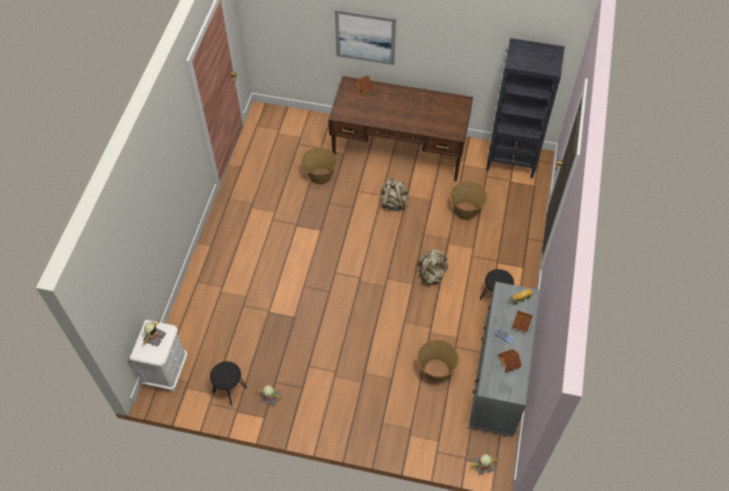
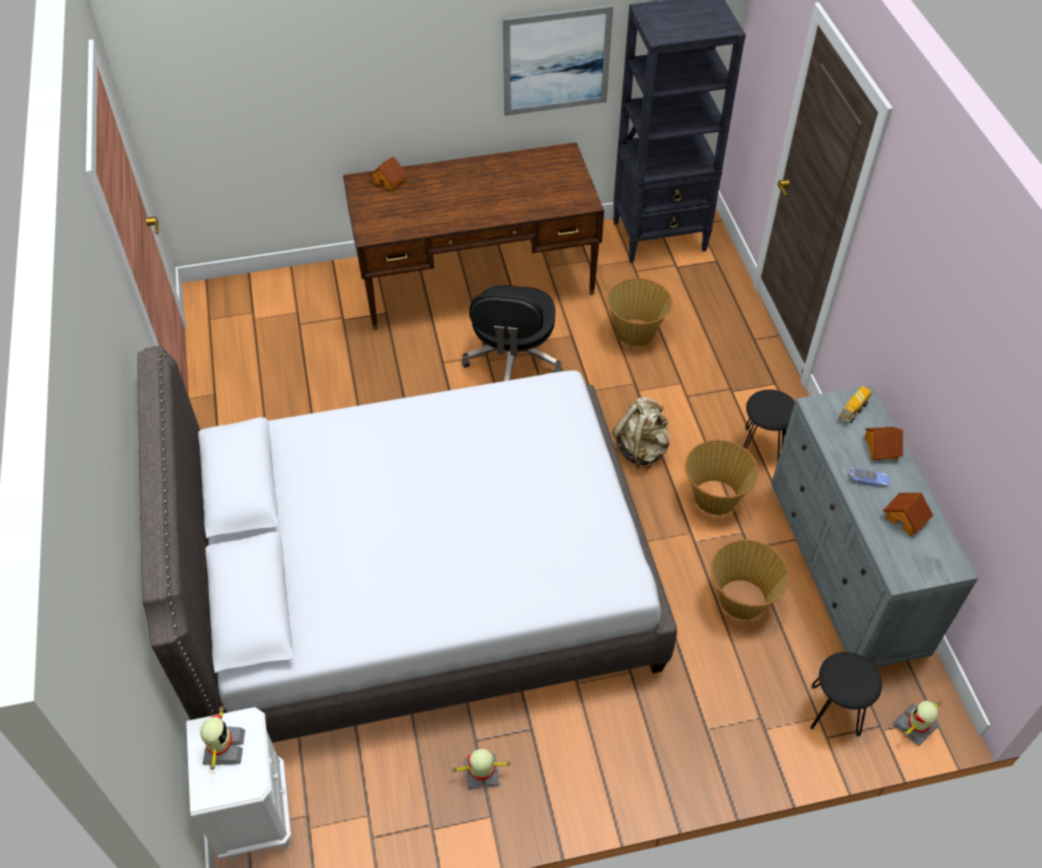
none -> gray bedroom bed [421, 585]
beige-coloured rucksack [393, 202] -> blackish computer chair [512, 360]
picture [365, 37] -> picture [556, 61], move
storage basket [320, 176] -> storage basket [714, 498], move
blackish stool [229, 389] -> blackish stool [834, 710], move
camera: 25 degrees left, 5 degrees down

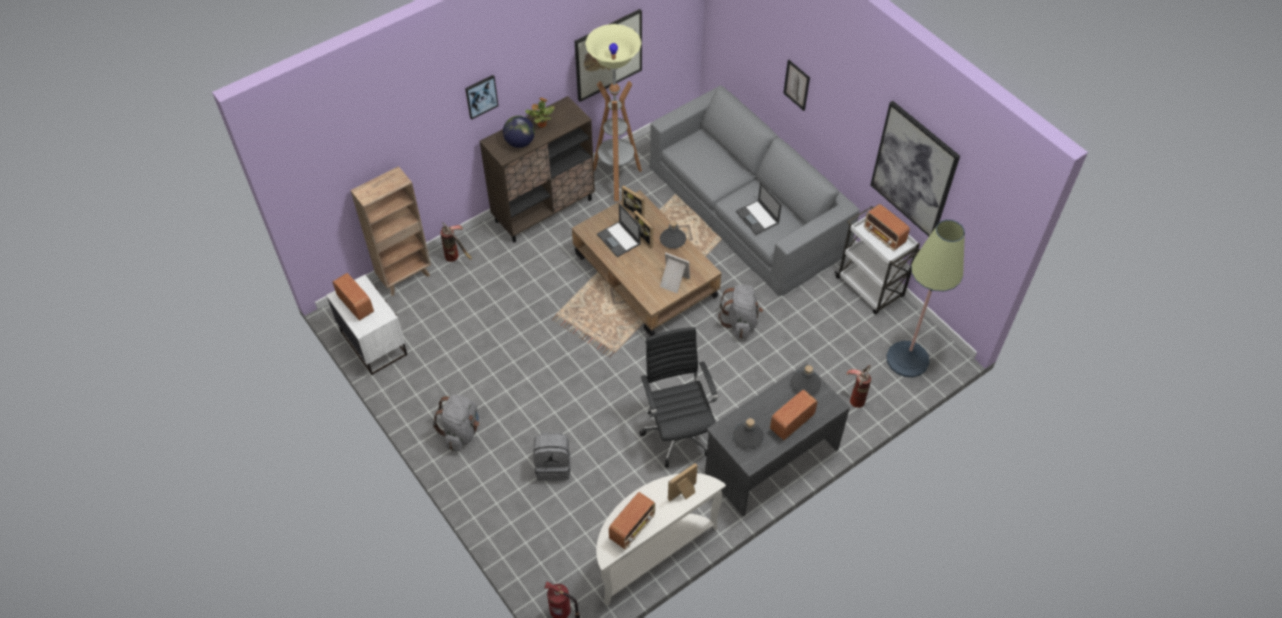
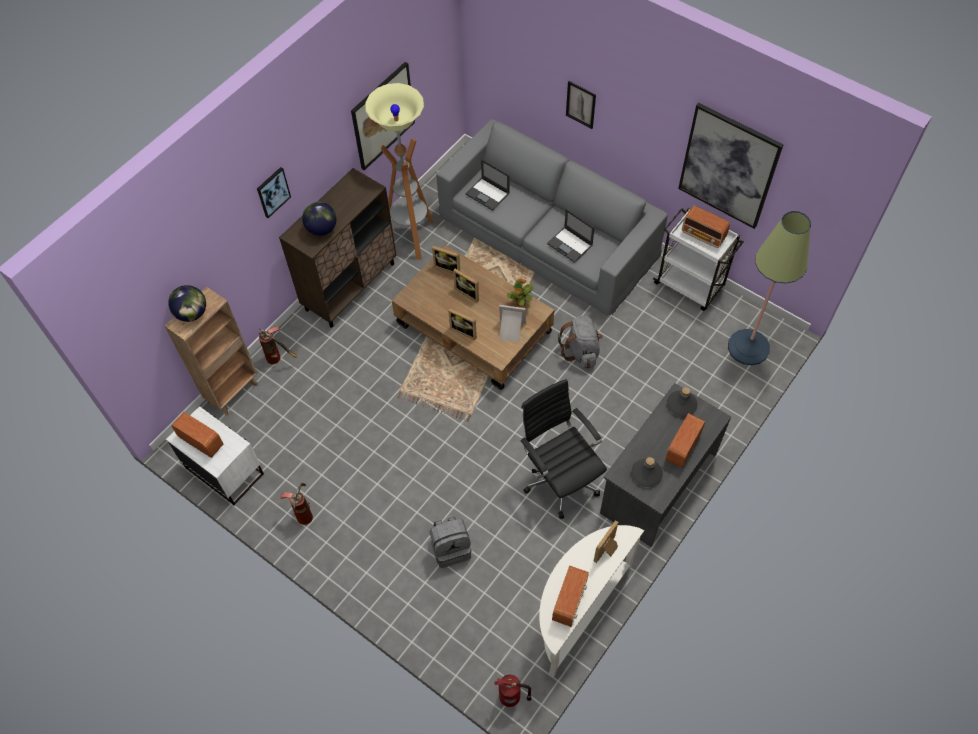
none -> world globe [192, 313]
extinguisher [856, 396] -> extinguisher [303, 511], move
none -> photo frame [465, 330]
portable computer [619, 239] -> portable computer [488, 194], move
plant in a pot [541, 124] -> plant in a pot [520, 303], move
gray rucksack [461, 431] -> none
gray beverage bottle [672, 240] -> none
camera: 15 degrees left, 5 degrees up

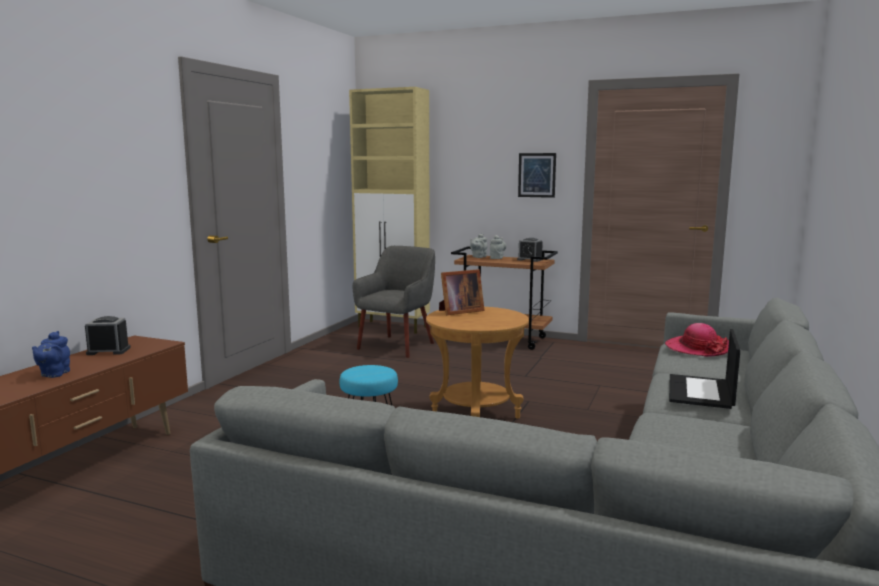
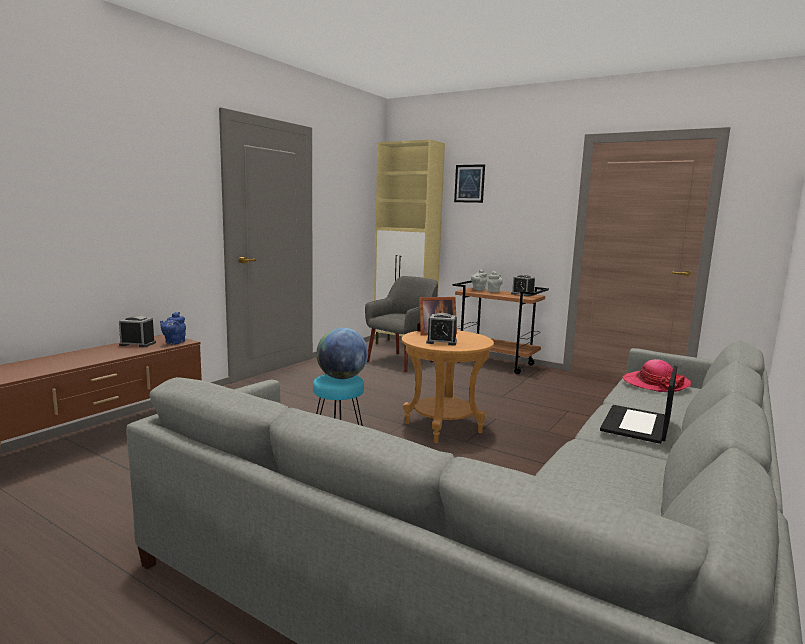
blue-coloured pot for tea [53, 374] -> blue-coloured pot for tea [174, 342], move
none -> world globe [342, 378]
none -> alarm clock [441, 342]
picture [537, 175] -> picture [469, 183], move
camera: 10 degrees right, 0 degrees up

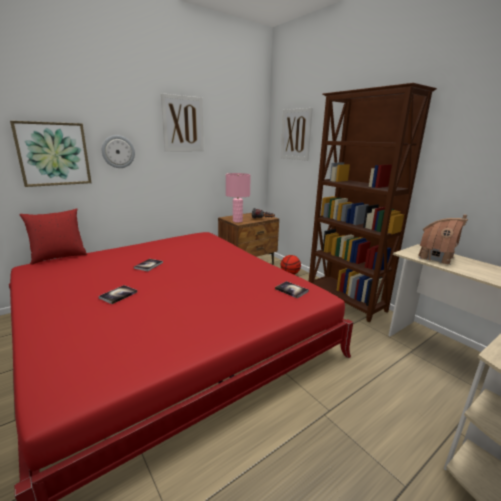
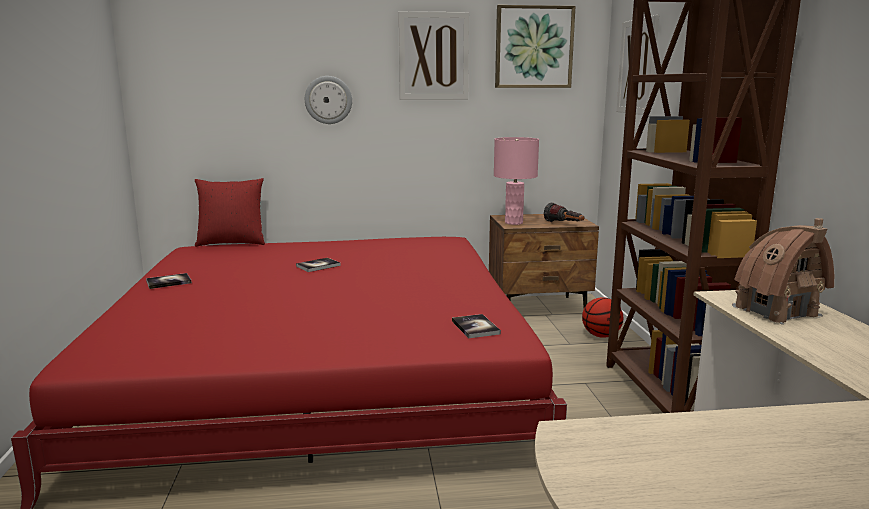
bound book [118, 295] -> bound book [168, 282], move
picture [53, 154] -> picture [533, 47], move
camera: 30 degrees right, 5 degrees down

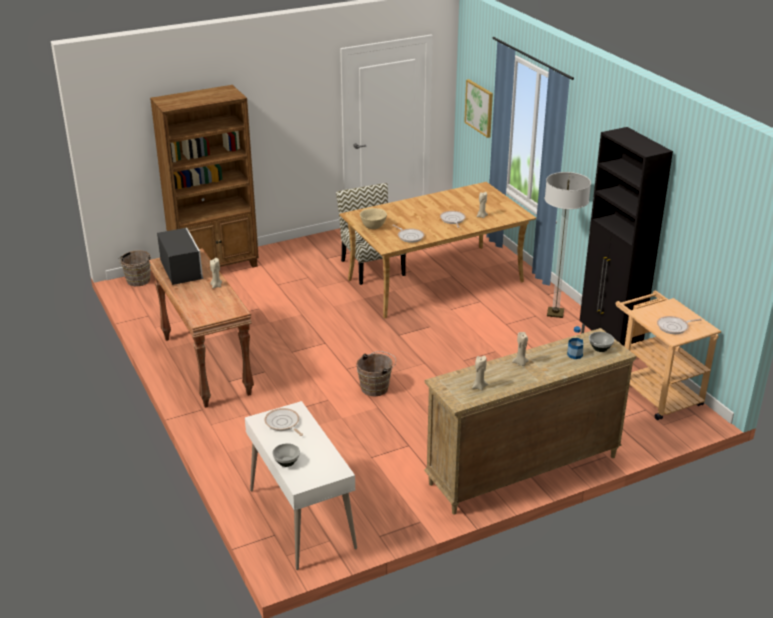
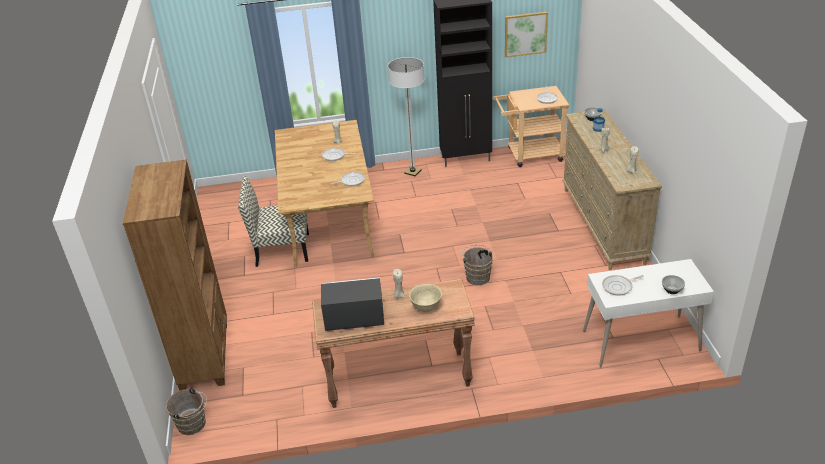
beige-coloured serving bowl [373, 227] -> beige-coloured serving bowl [426, 307], move
picture [479, 108] -> picture [525, 34], move
camera: 70 degrees left, 5 degrees up

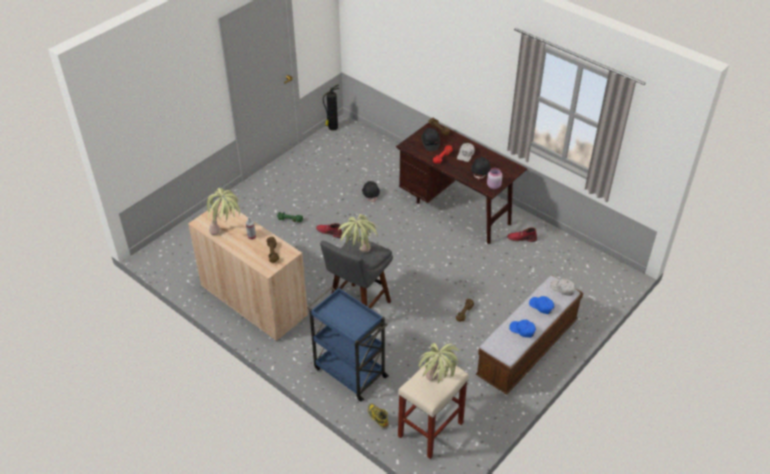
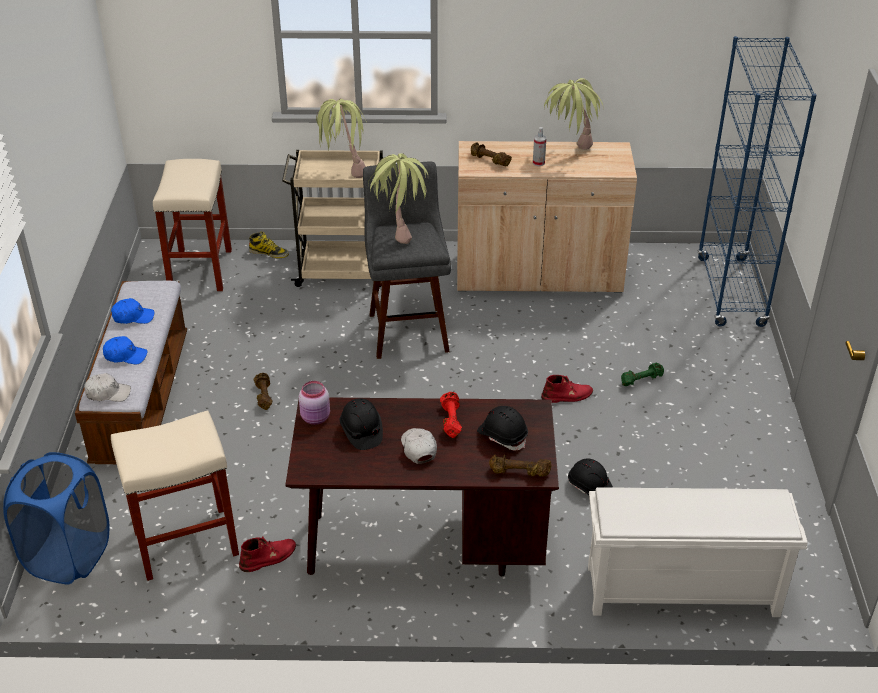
none -> blue-coloured washing basket [69, 556]
none -> beige-coloured stool [184, 544]
blue-coloured trolley [349, 372] -> beige-coloured trolley [343, 271]
plant in a pot [437, 388] -> plant in a pot [343, 171], move
none -> whitish shoe rack [680, 592]
none -> blue-coloured bookshelf [730, 292]
extinguisher [332, 128] -> none
camera: 140 degrees right, 5 degrees down

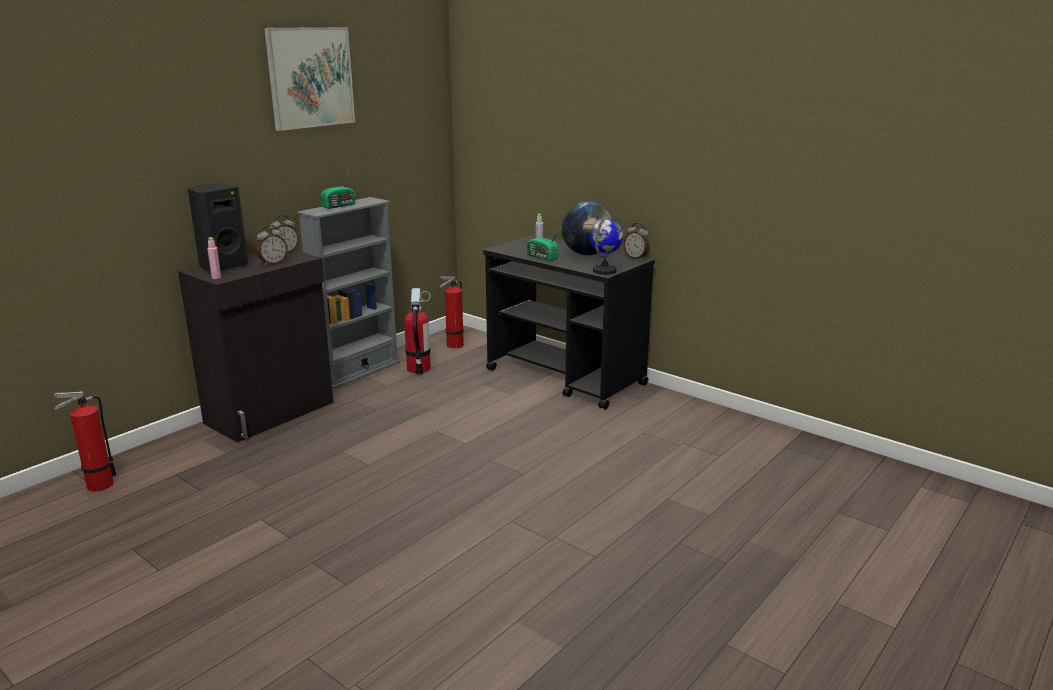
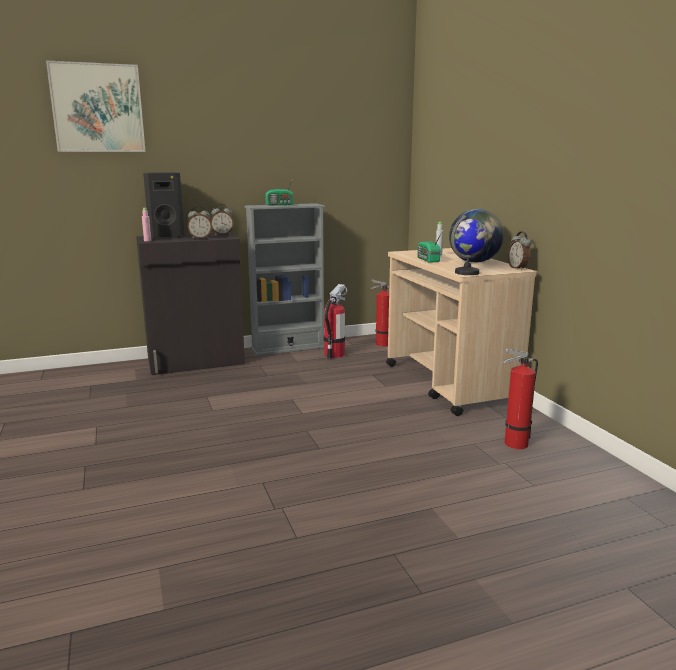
picture [310, 77] -> picture [97, 108], move
blackish trolley [566, 377] -> beige-coloured trolley [450, 384]
extinguisher [96, 486] -> extinguisher [513, 444], move
camera: 30 degrees right, 5 degrees down

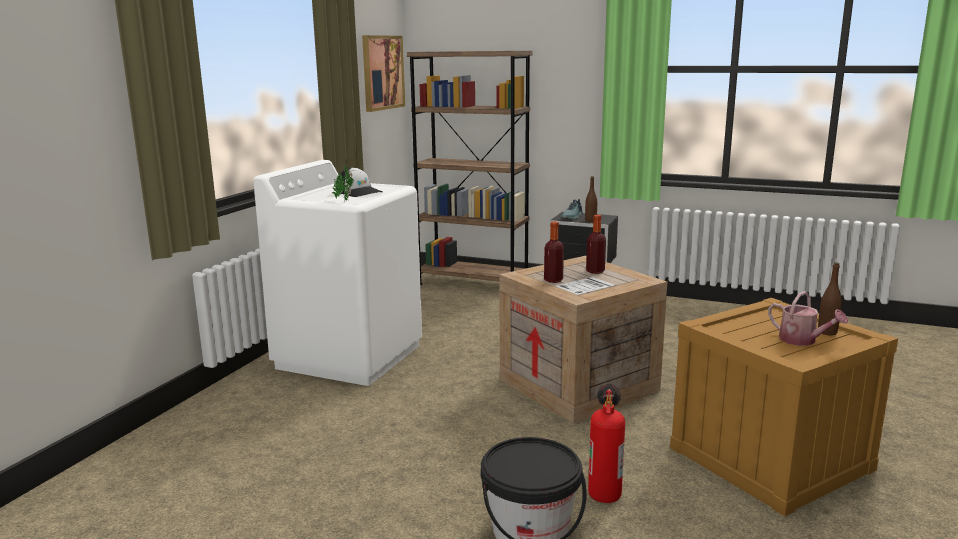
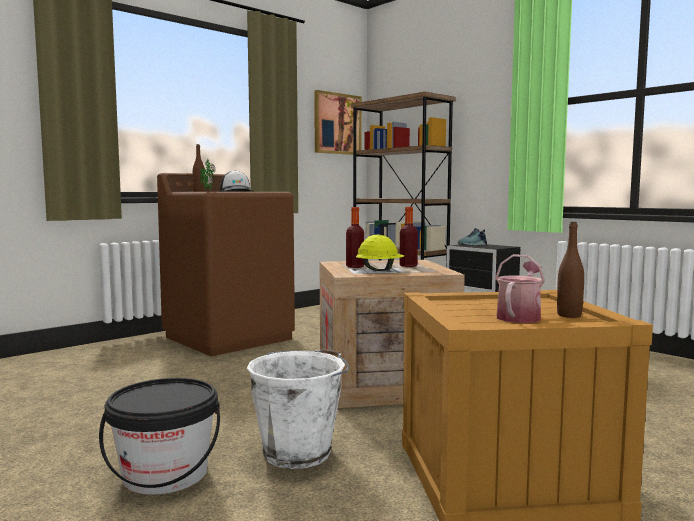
whitish washing machine [350, 356] -> brown-coloured washing machine [229, 338]
brown-coloured beverage bottle [590, 220] -> brown-coloured beverage bottle [199, 191], move
extinguisher [605, 477] -> whitish pail [299, 452]
none -> yellowish work helmet [379, 270]
watering can [802, 340] -> watering can [520, 316], 135 degrees counterclockwise
camera: 25 degrees right, 10 degrees down

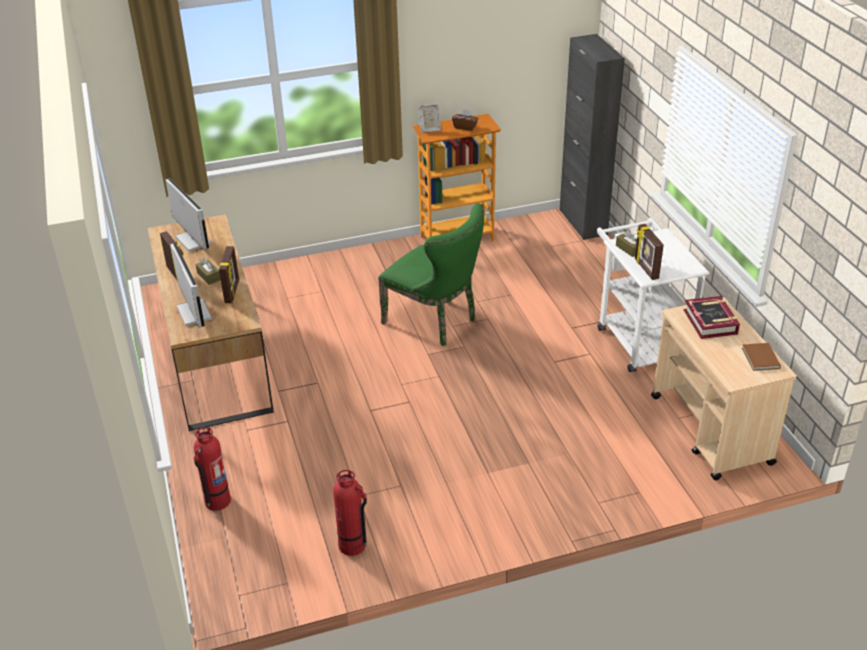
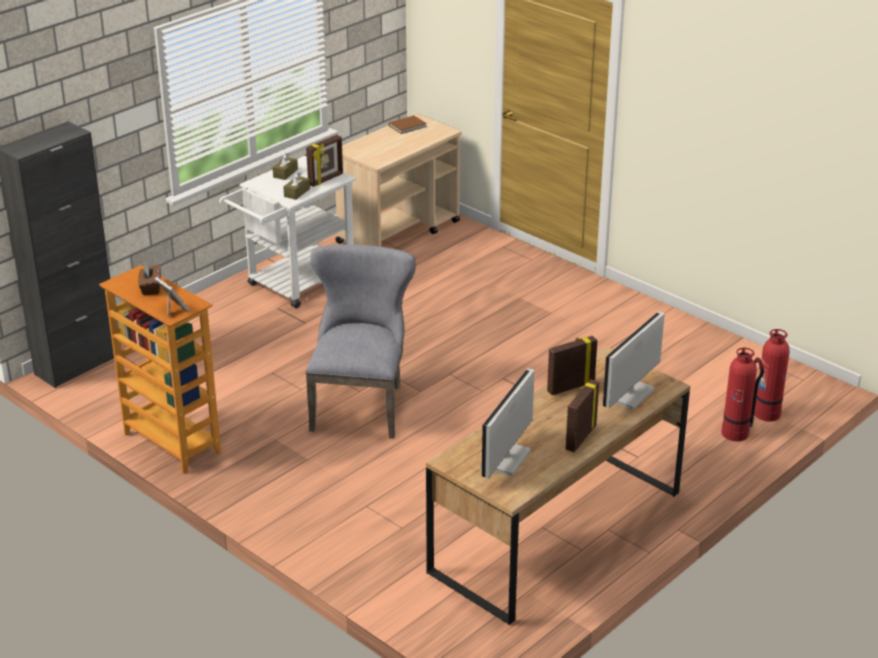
brown-coloured box of tissues [209, 276] -> brown-coloured box of tissues [285, 173], move
green upright chair [435, 321] -> gray upright chair [361, 404]
extinguisher [352, 545] -> extinguisher [767, 413], move
bound book [710, 322] -> none
camera: 120 degrees left, 5 degrees down

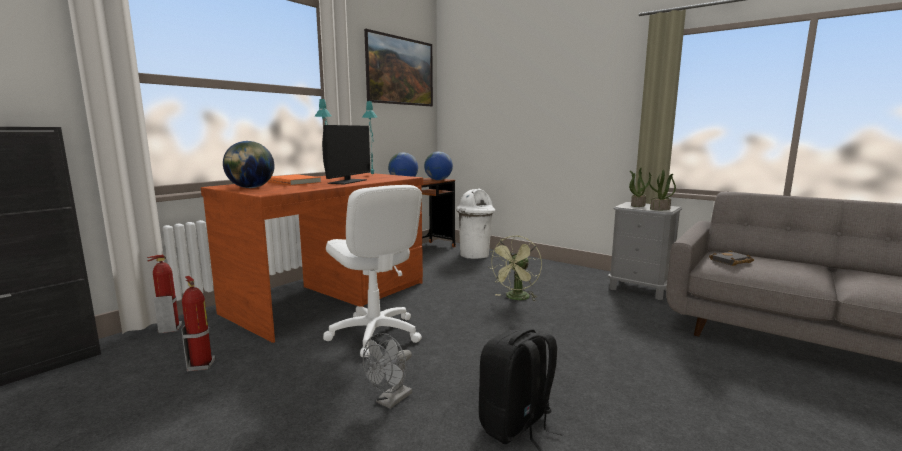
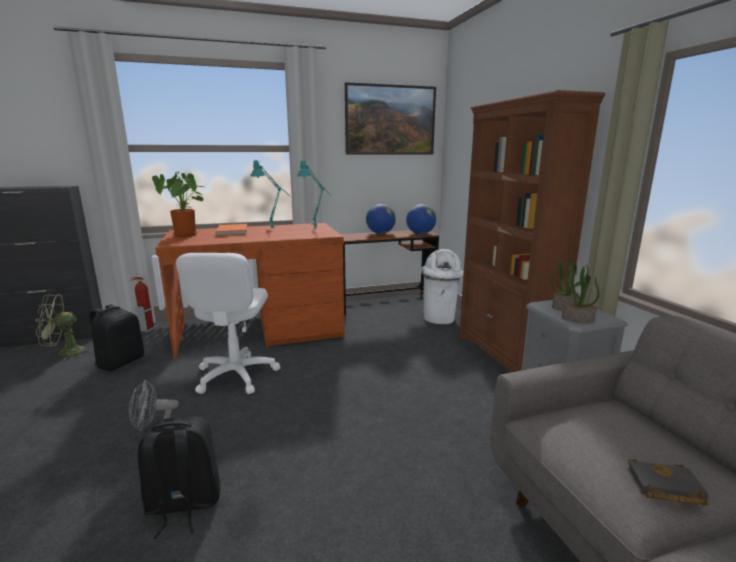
green cooling fan [516, 298] -> green cooling fan [65, 353], move
extinguisher [201, 365] -> blackish rucksack [120, 362]
world globe [251, 188] -> plant in a pot [186, 235]
none -> brown-coloured bookshelf [504, 358]
blackish bound book [731, 262] -> blackish bound book [663, 487], move
computer screen [347, 181] -> none
camera: 35 degrees right, 5 degrees up

